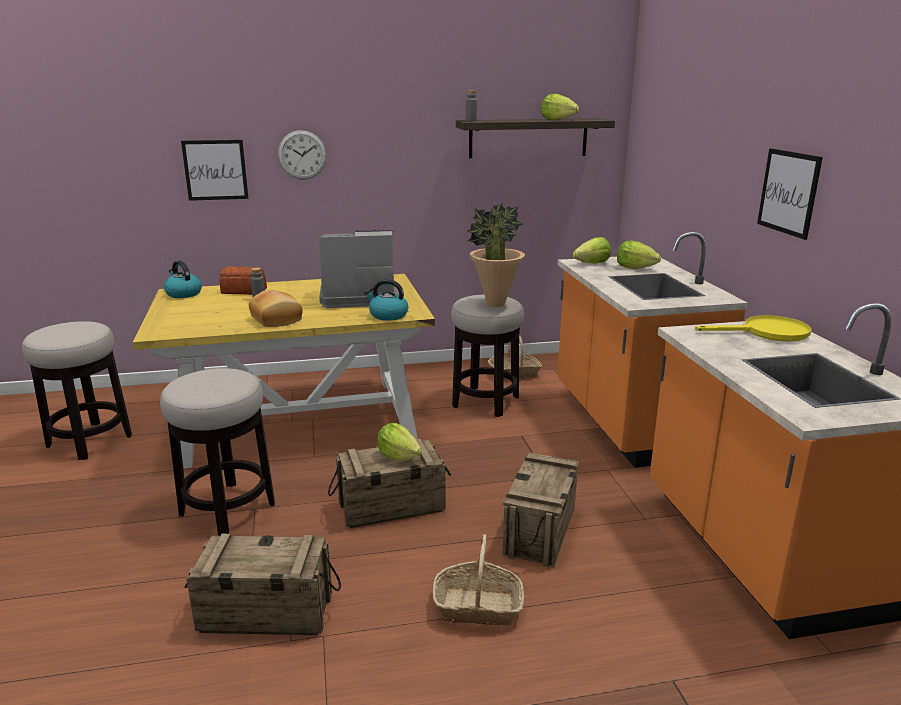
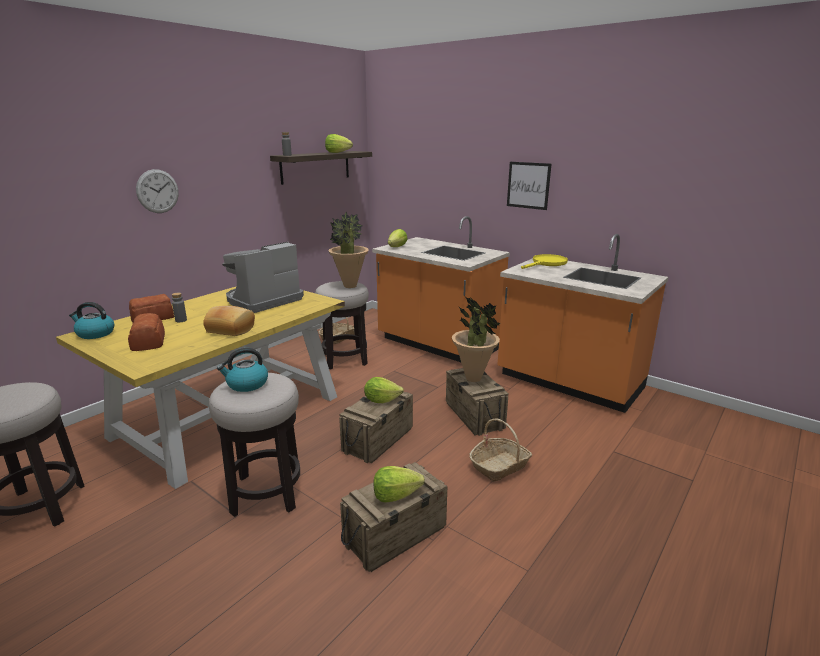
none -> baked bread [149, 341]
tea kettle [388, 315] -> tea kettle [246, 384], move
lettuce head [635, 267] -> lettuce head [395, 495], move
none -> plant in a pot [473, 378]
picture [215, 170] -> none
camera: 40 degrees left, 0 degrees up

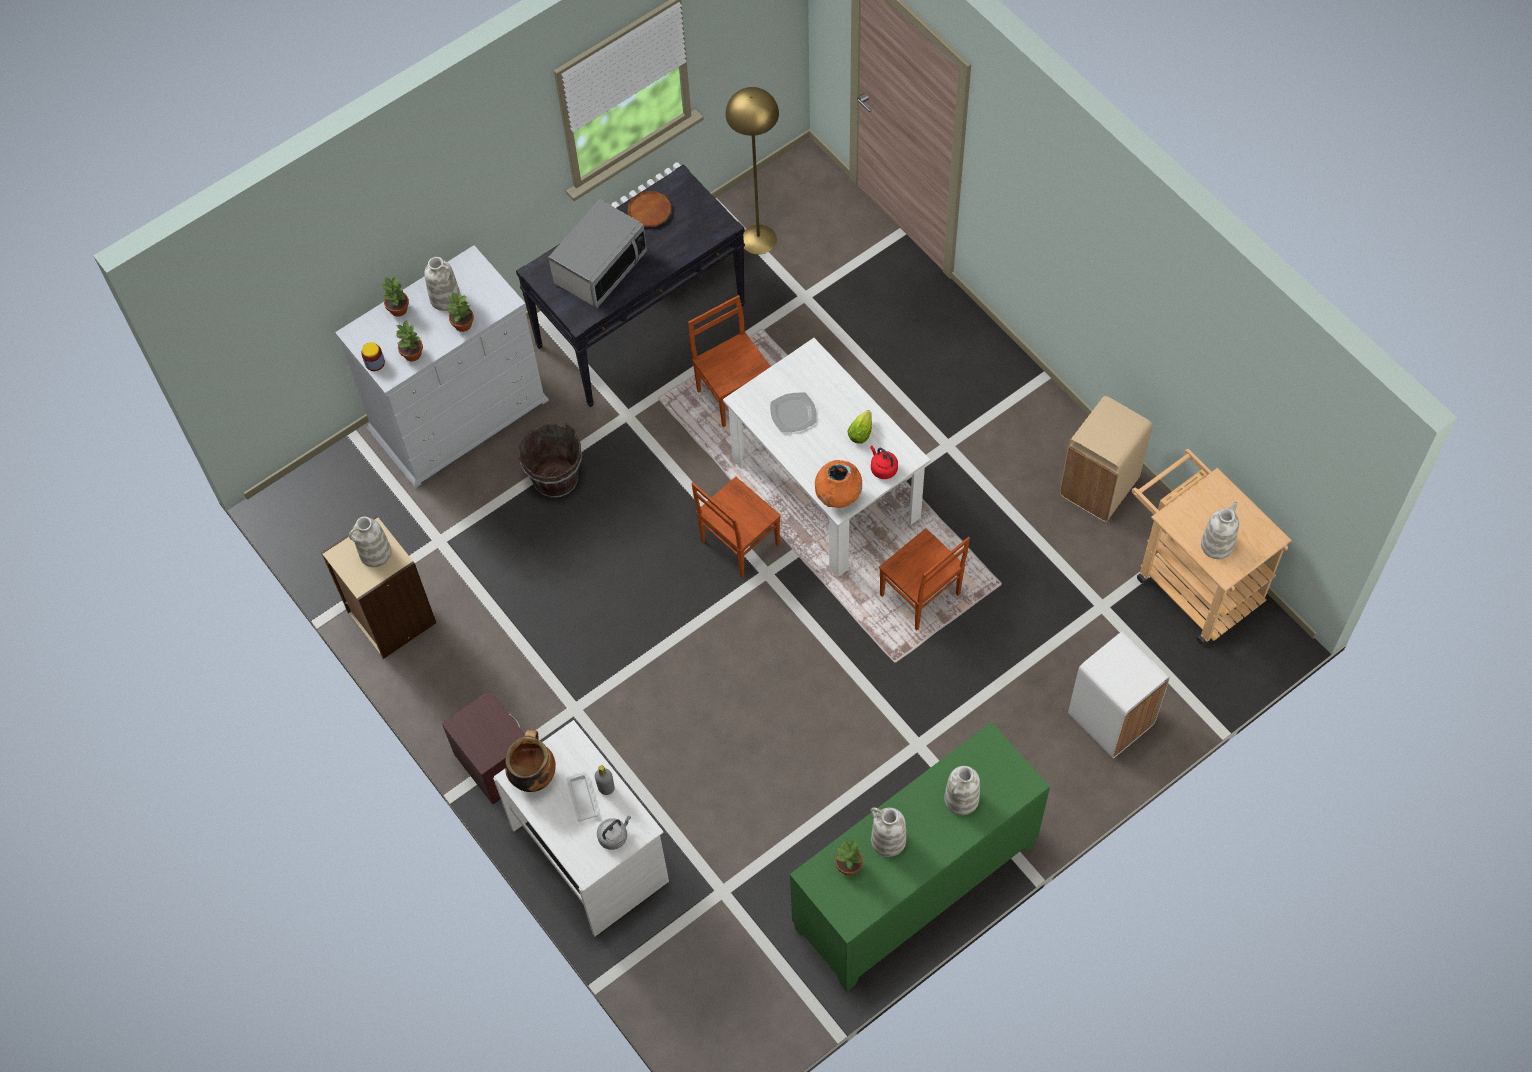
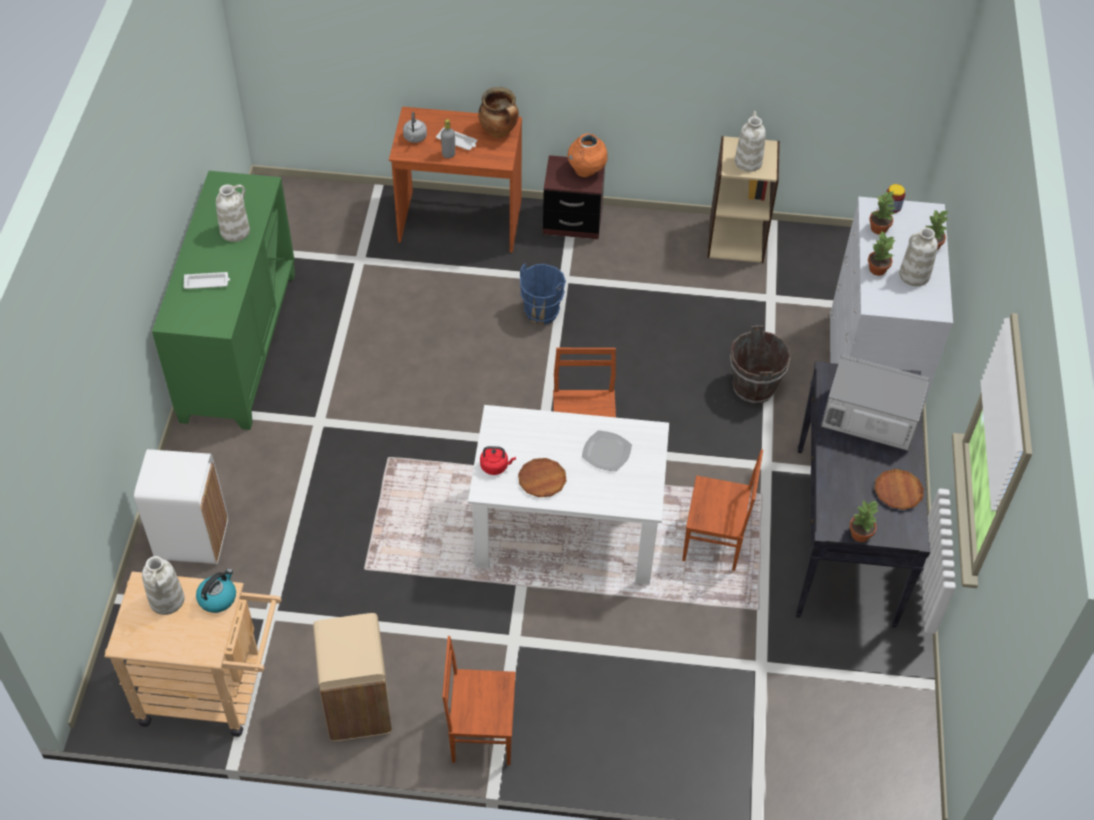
whitish vase [961, 800] -> whitish serving tray [207, 283]
none -> tea kettle [218, 598]
whitish desk unit [591, 854] -> brown-coloured desk unit [459, 222]
brown-coloured upright chair [920, 596] -> brown-coloured upright chair [481, 732], move
lettuce head [861, 431] -> brown-coloured flat dish [542, 480]
none -> blue-coloured pail [542, 312]
orange-coloured vase [838, 498] -> orange-coloured vase [586, 171], move
microwave oven [600, 268] -> microwave oven [869, 420], 120 degrees clockwise
plant in a pot [849, 865] -> plant in a pot [860, 534], move
yellowish floor lamp [758, 239] -> none
camera: 130 degrees right, 10 degrees down

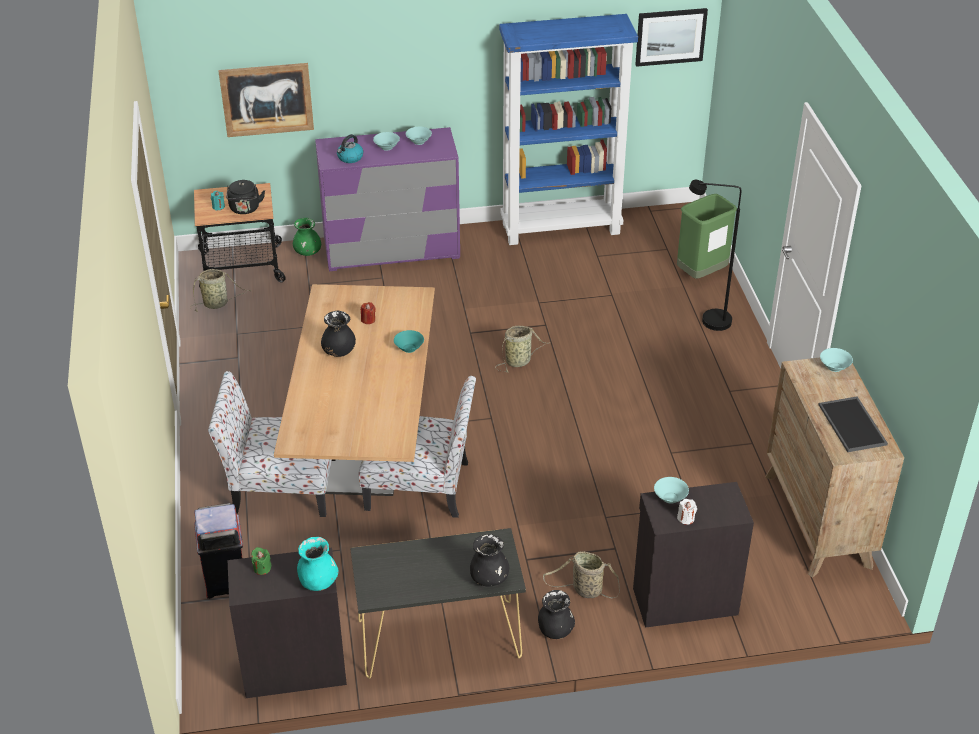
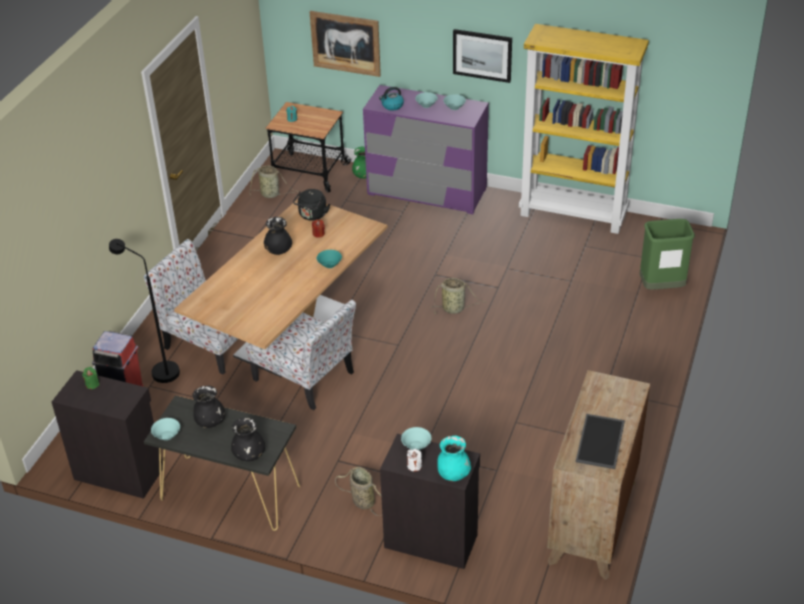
blackish floor lamp [708, 321] -> blackish floor lamp [159, 370], move
blue-green serving bowl [835, 367] -> blue-green serving bowl [167, 436], move
blackish vase [555, 630] -> blackish vase [210, 421], move
blackish tea kettle [245, 209] -> blackish tea kettle [312, 215], move
blue-green vase [318, 582] -> blue-green vase [453, 474], move
picture [670, 36] -> picture [482, 55], move
blue-coloured bookshelf [561, 228] -> yellowish bookshelf [574, 215]
camera: 30 degrees right, 0 degrees up

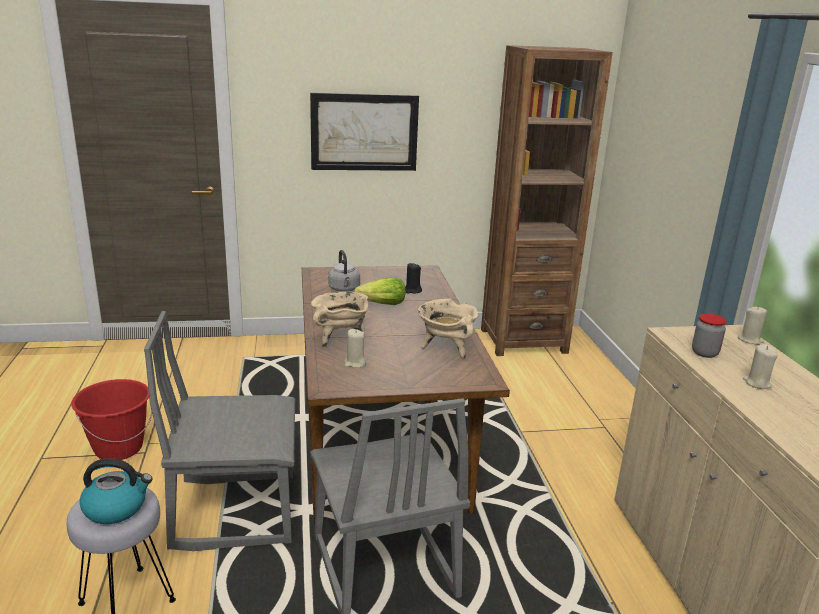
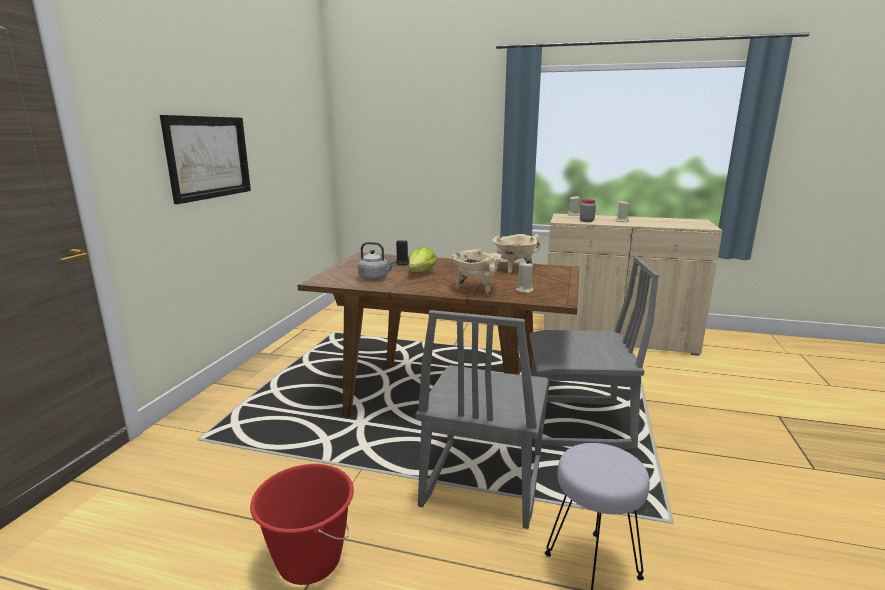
tea kettle [116, 508] -> none
brown-coloured bookshelf [523, 341] -> none
camera: 65 degrees left, 5 degrees down

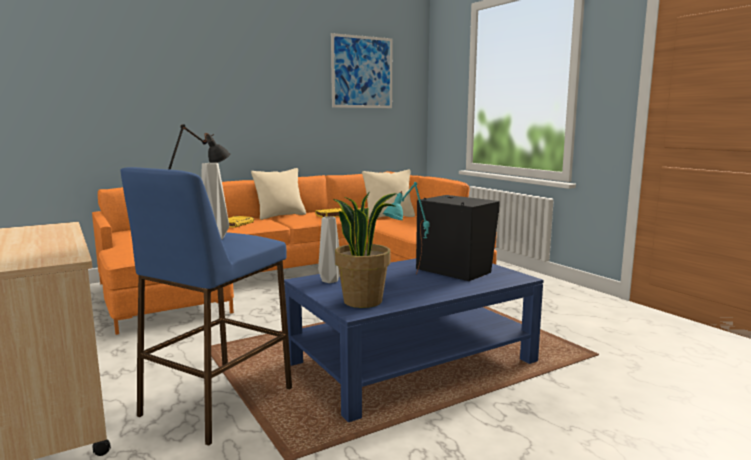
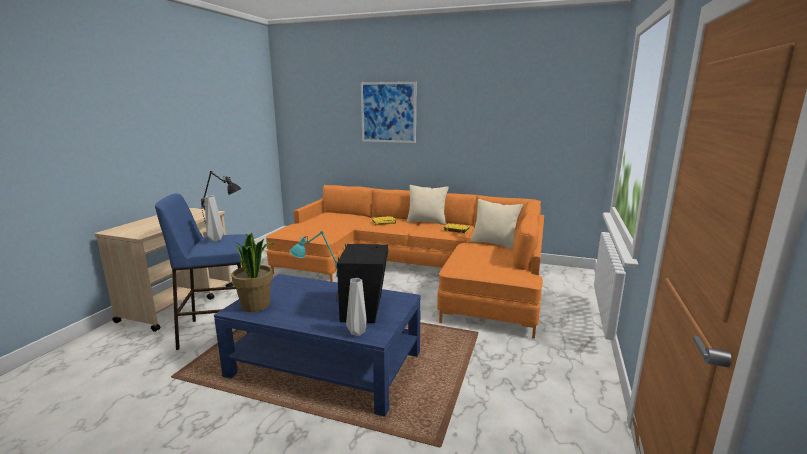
gray vase [330, 280] -> gray vase [358, 332], move
picture [362, 72] -> picture [388, 112], move
camera: 50 degrees right, 5 degrees up

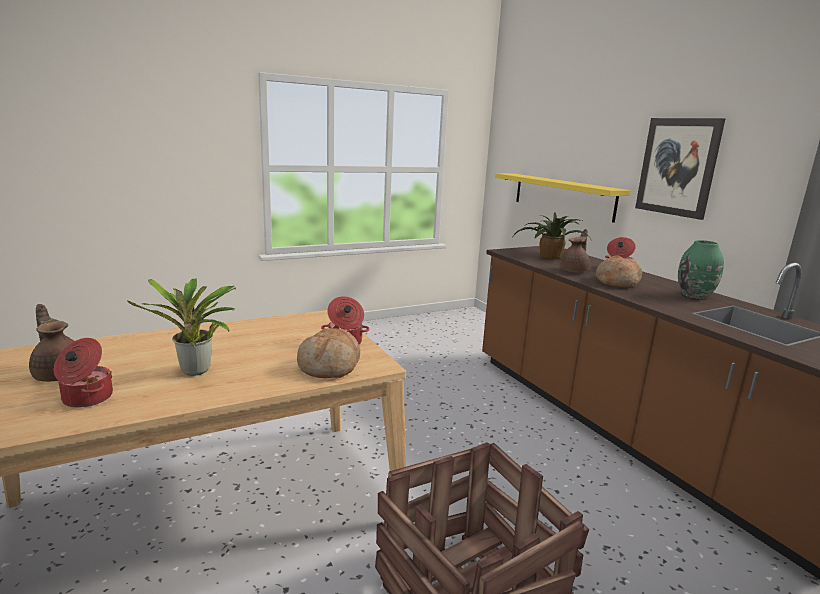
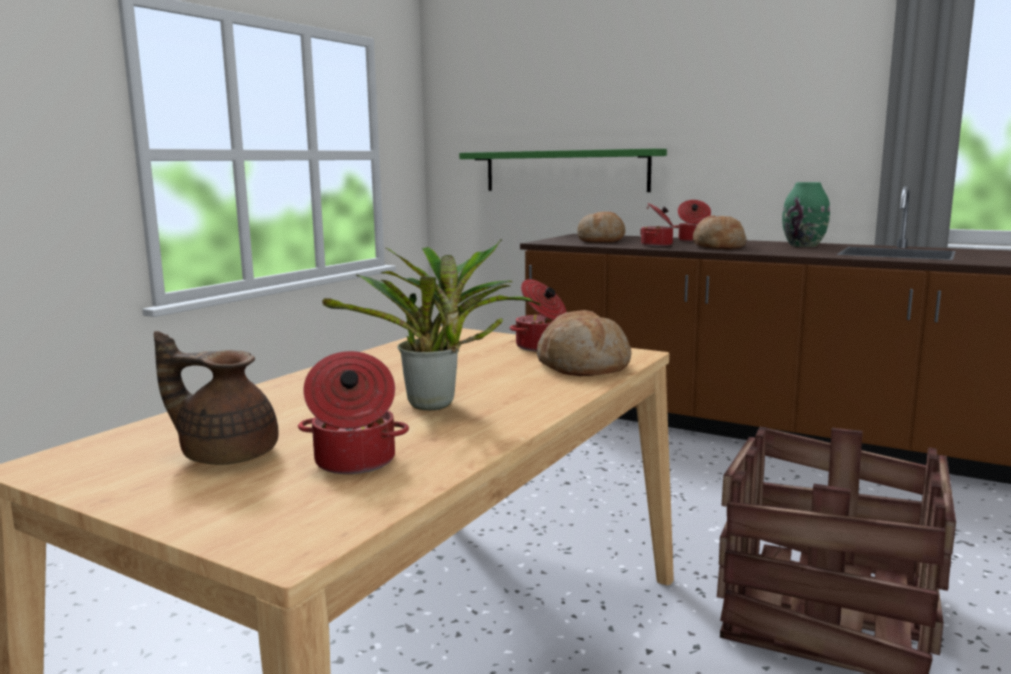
yellowish bracket shelf [562, 196] -> green bracket shelf [565, 171]
plant in a pot [549, 257] -> baked bread [601, 240]
brown-coloured pot for tea [574, 270] -> saucepot [657, 245]
picture [677, 167] -> none
camera: 30 degrees left, 5 degrees down

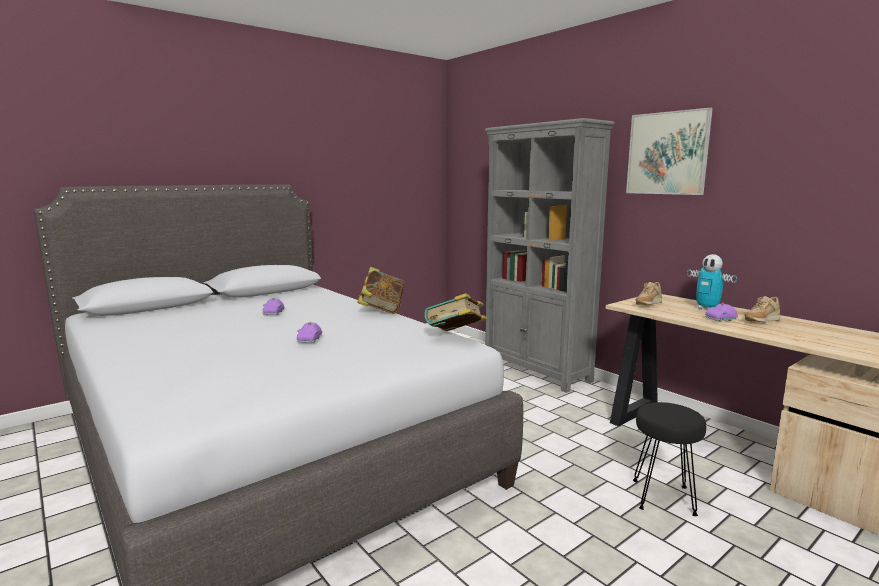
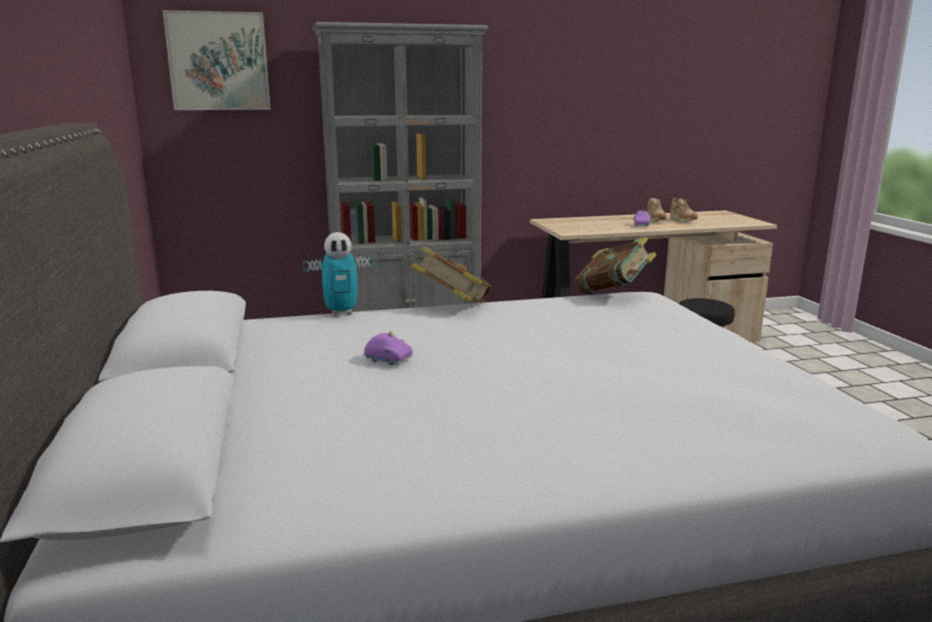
picture [667, 153] -> picture [218, 61], move
toy robot [707, 309] -> toy robot [341, 313], move
beige-coloured item of footwear [647, 305] -> beige-coloured item of footwear [682, 221], move
purplish toy car [310, 340] -> none
camera: 65 degrees left, 5 degrees up

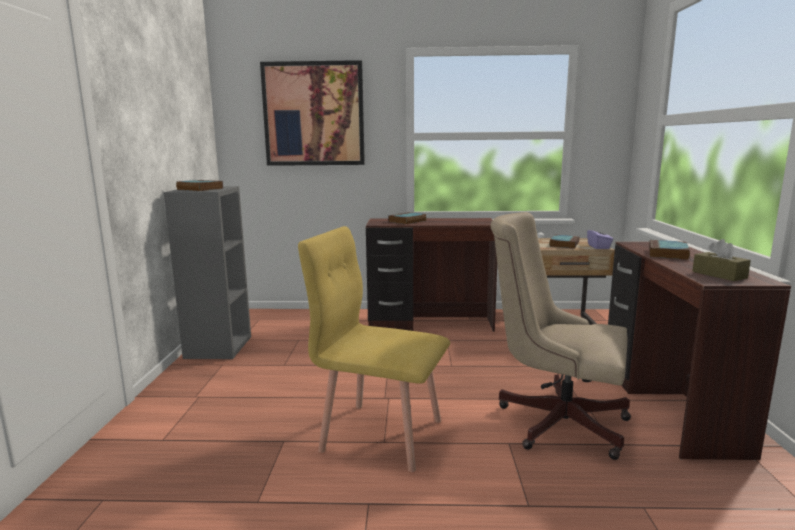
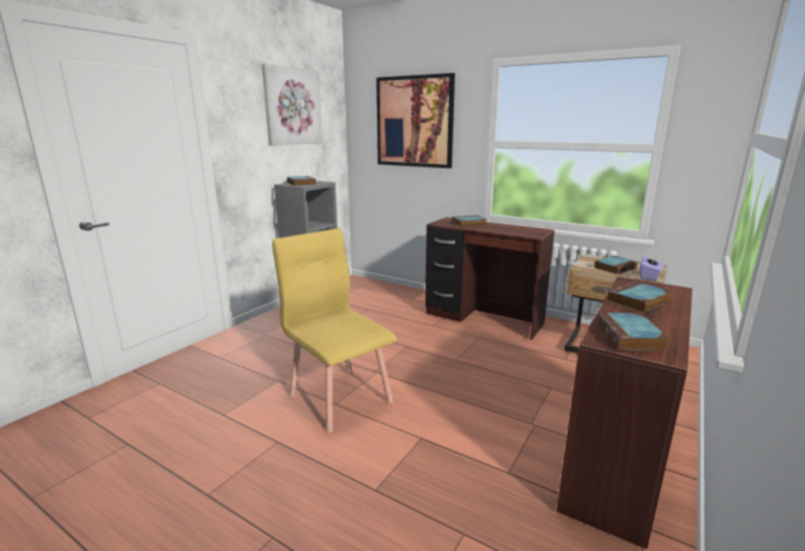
none -> picture [292, 106]
brown-coloured box of tissues [719, 275] -> bound book [630, 337]
beige-coloured computer chair [554, 420] -> none
camera: 30 degrees right, 5 degrees up

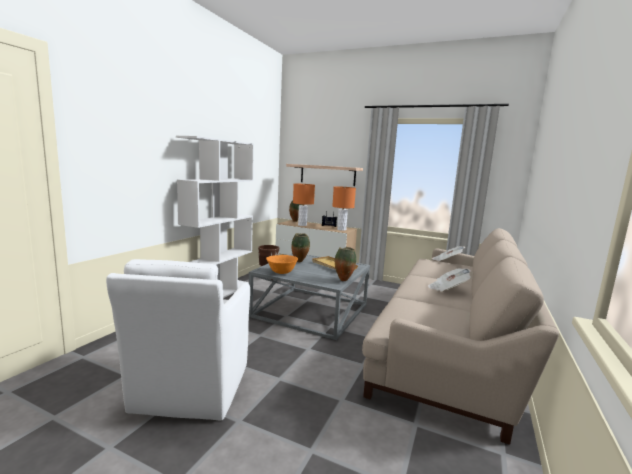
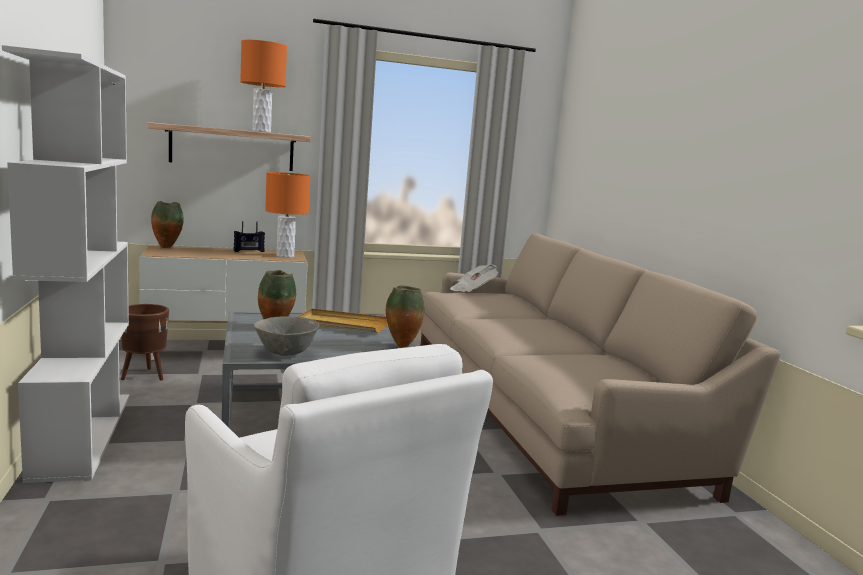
orange-coloured tabletop lamp [302, 225] -> orange-coloured tabletop lamp [261, 131], move
orange-coloured serving bowl [281, 273] -> gray serving bowl [286, 353]
printed paper [447, 289] -> none
camera: 40 degrees left, 0 degrees up

